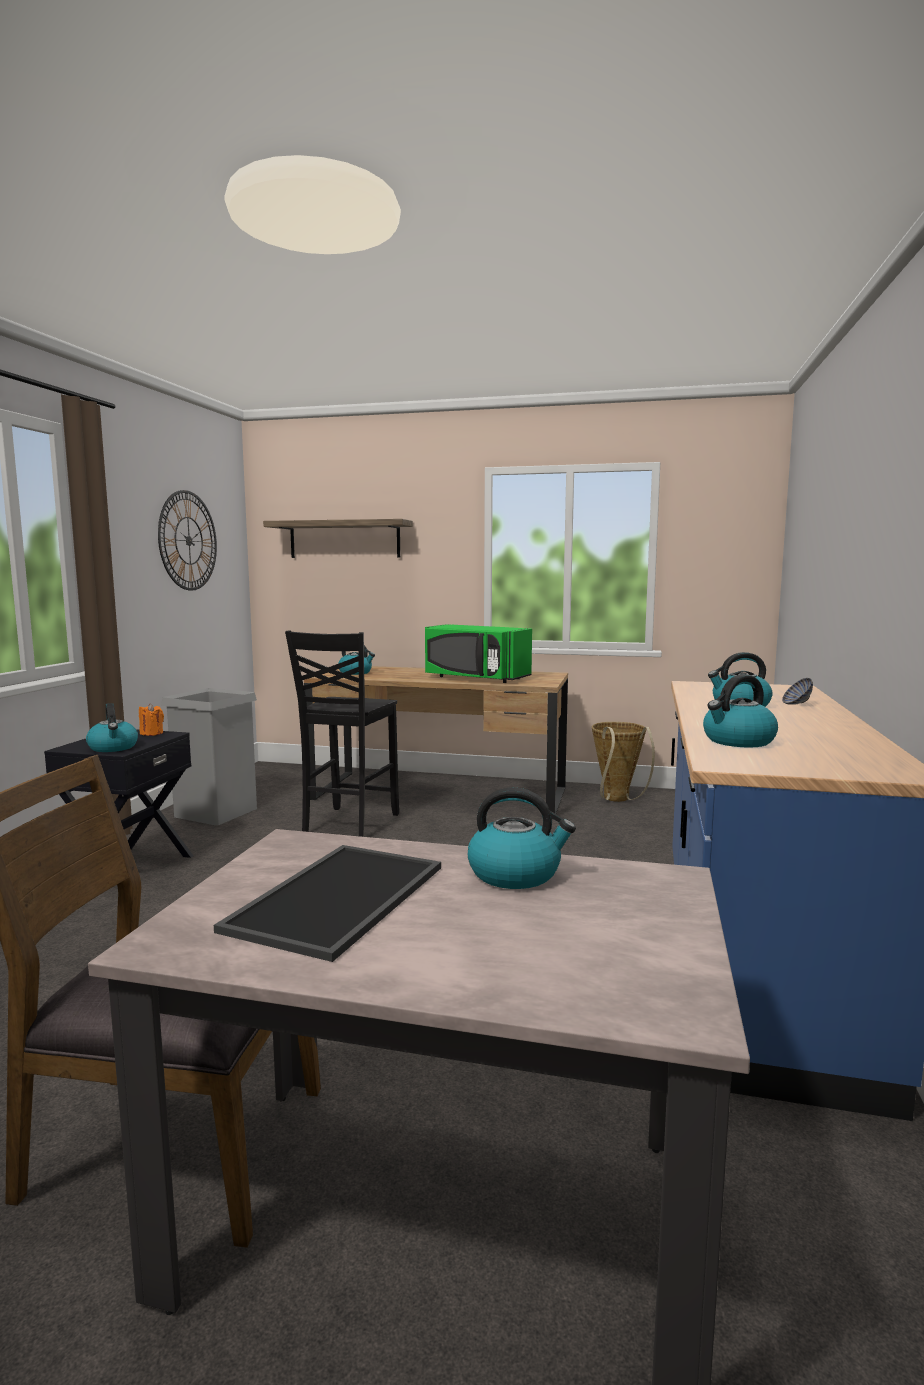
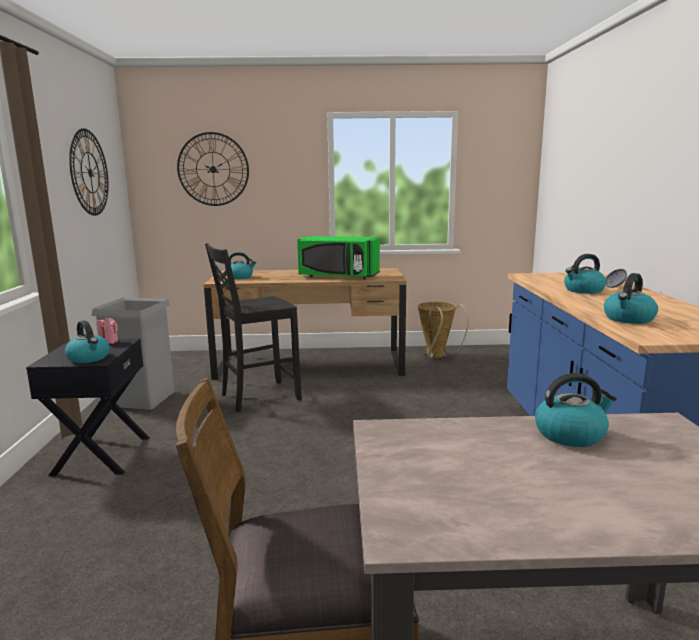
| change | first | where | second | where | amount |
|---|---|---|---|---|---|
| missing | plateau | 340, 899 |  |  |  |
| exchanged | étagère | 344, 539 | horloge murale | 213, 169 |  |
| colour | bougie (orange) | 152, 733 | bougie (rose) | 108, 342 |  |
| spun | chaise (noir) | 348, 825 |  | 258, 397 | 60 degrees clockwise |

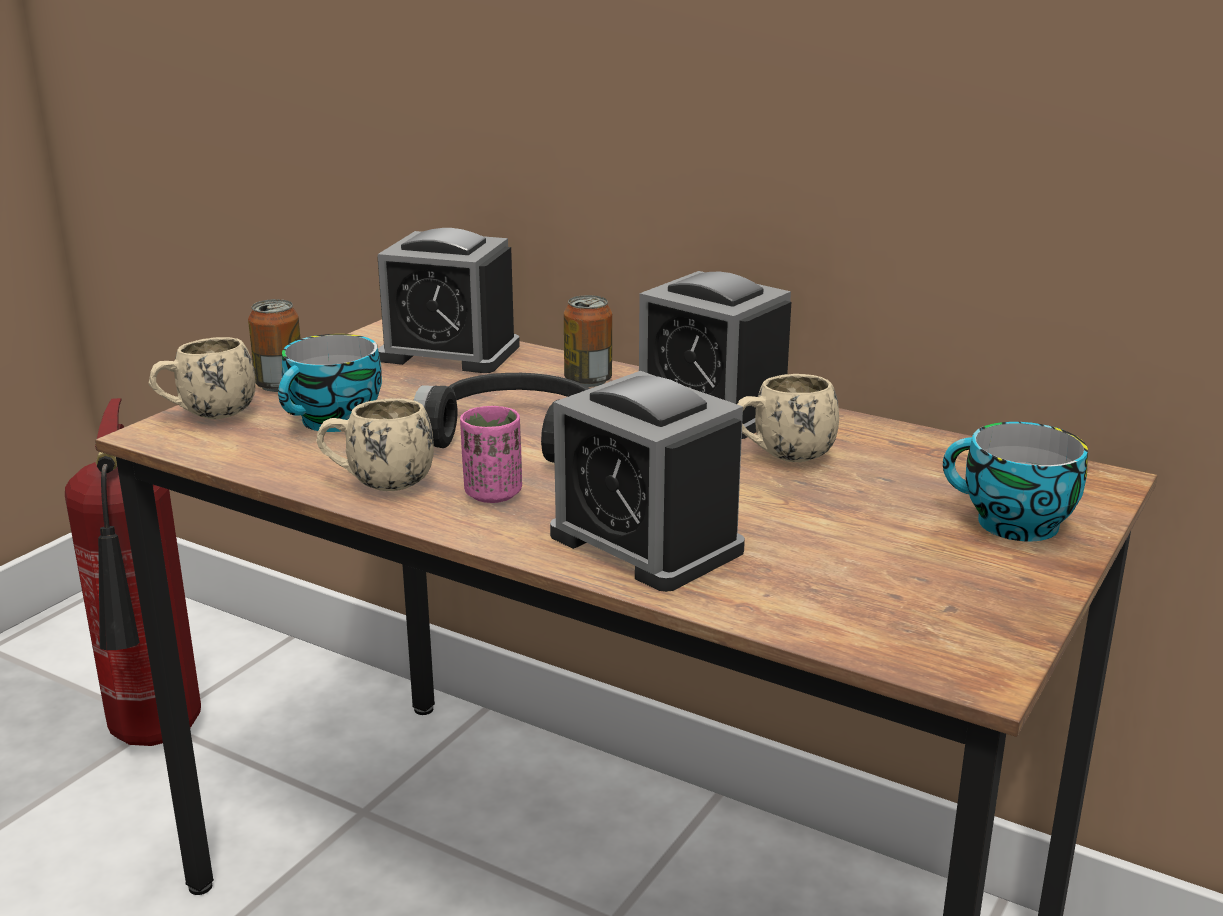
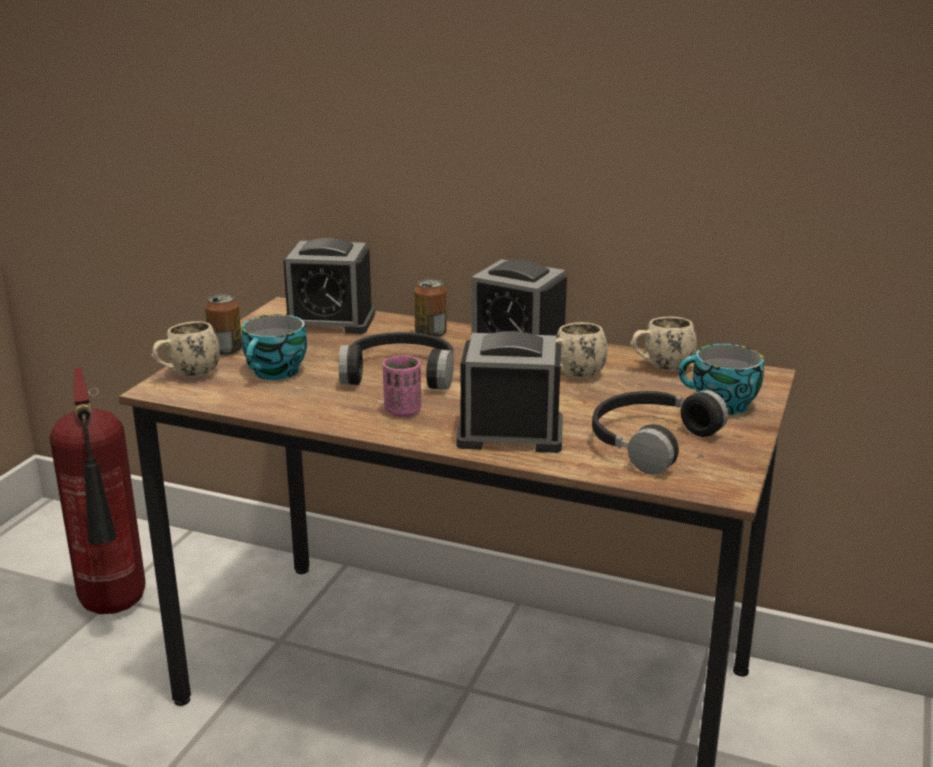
| change | first | where | second | where | amount |
|---|---|---|---|---|---|
| appeared |  |  | casque audio (noir) | 648, 441 |  |
| relocated | mug (beige) | 378, 485 |  | 660, 368 |  |
| spun | réveil | 646, 543 |  | 510, 433 | 150 degrees clockwise |

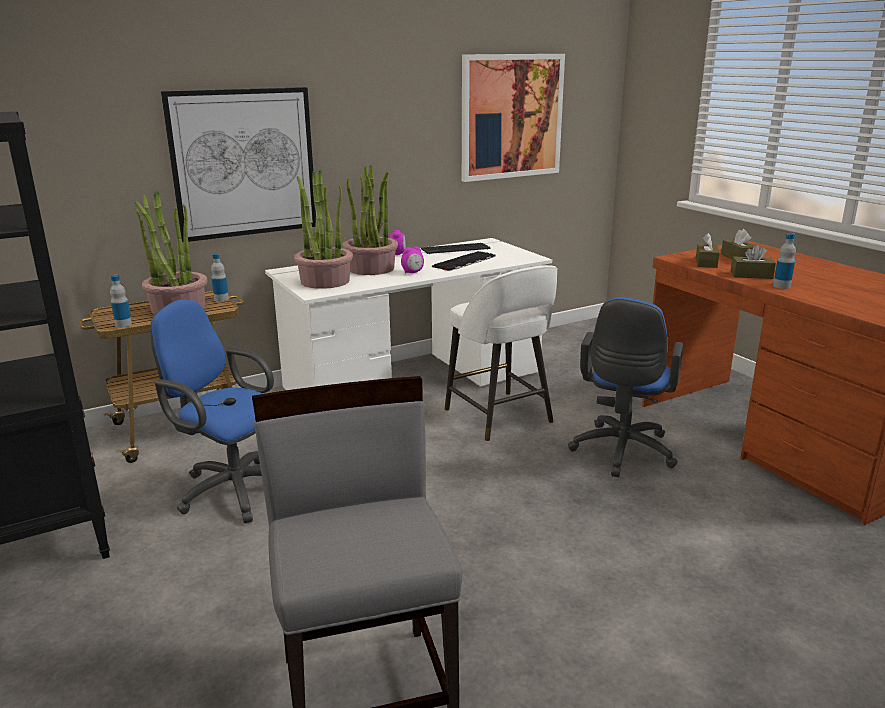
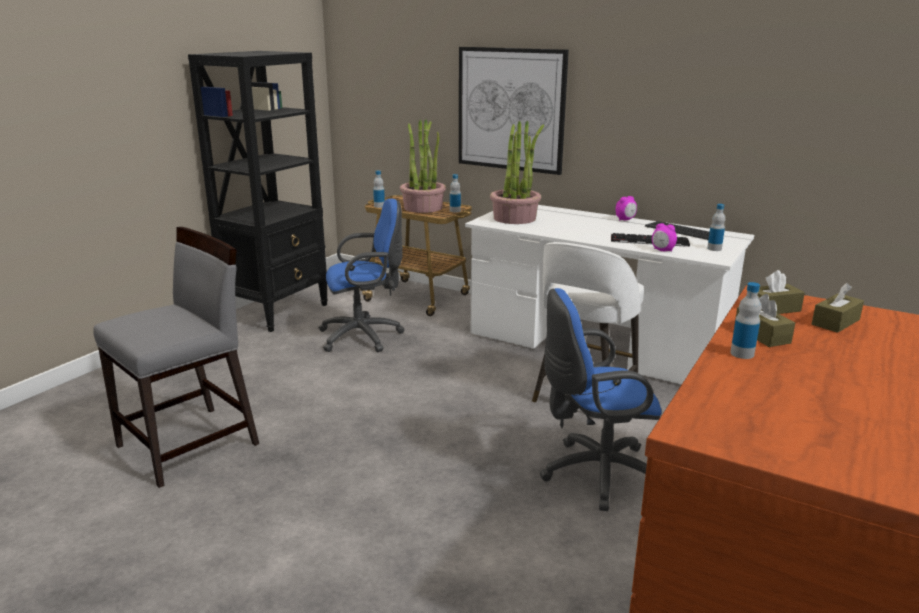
| change | first | where | second | where | amount |
|---|---|---|---|---|---|
| missing | plante en pot | 371, 269 |  |  |  |
| missing | tableau | 511, 117 |  |  |  |
| appeared |  |  | bouteille | 714, 249 |  |
| relocated | réveil | 413, 272 |  | 662, 250 |  |
| spun | chaise de bureau (bleu) | 231, 489 |  | 365, 336 | 75 degrees clockwise |

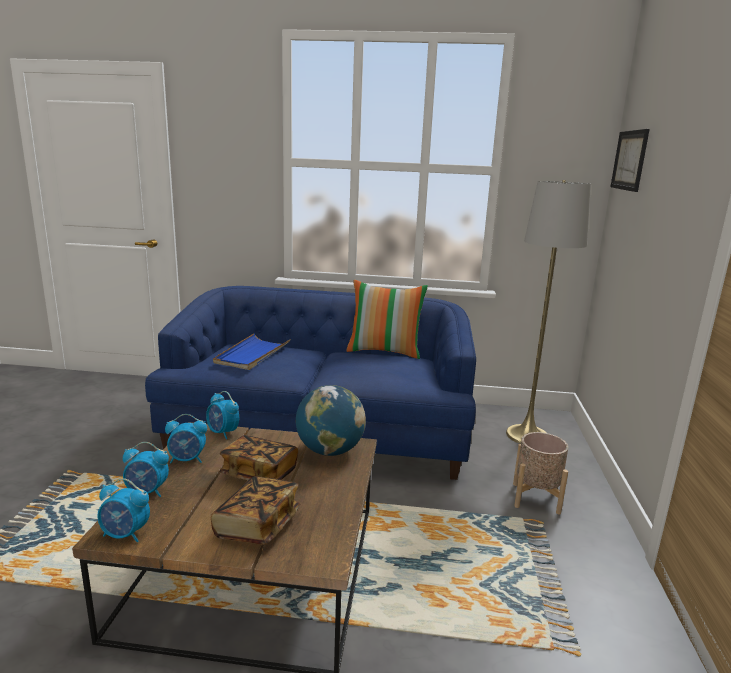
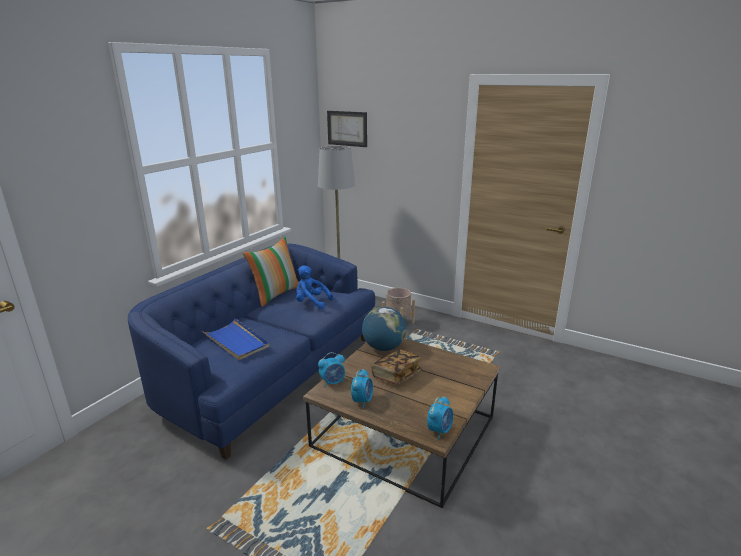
| change | first | where | second | where | amount |
|---|---|---|---|---|---|
| missing | réveil | 147, 492 |  |  |  |
| missing | livre | 257, 525 |  |  |  |
| appeared |  |  | peluche (bleu) | 311, 303 |  |

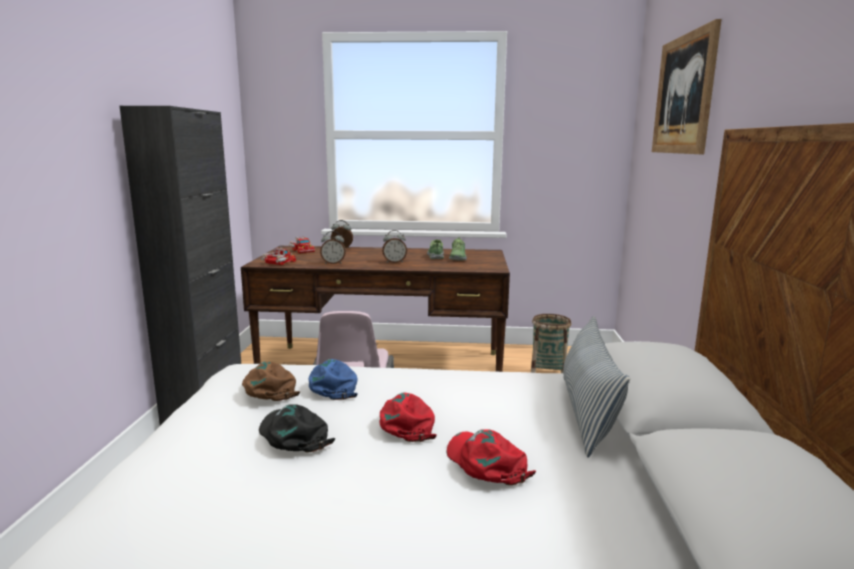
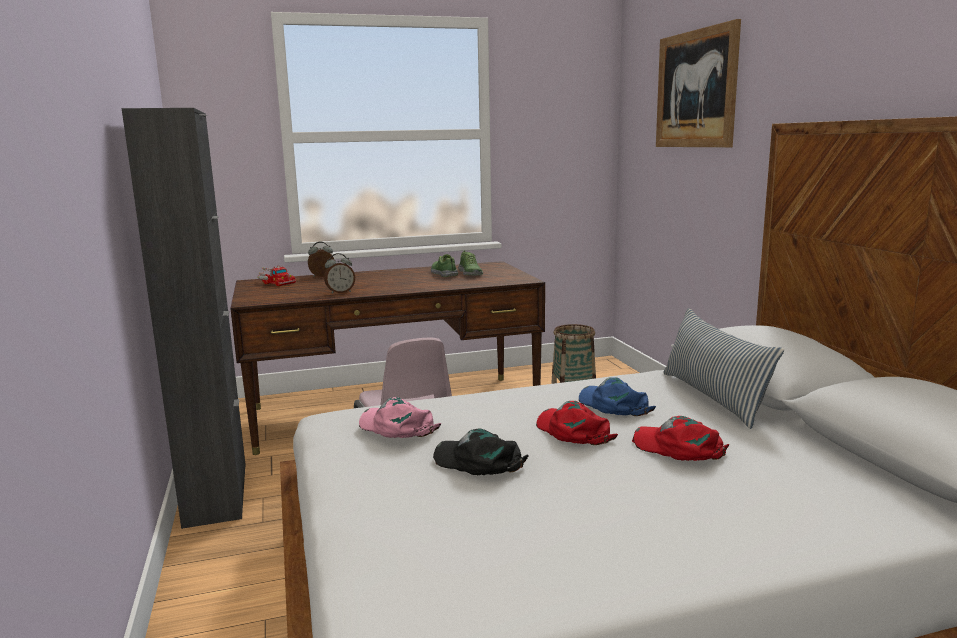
| change | first | where | second | where | amount |
|---|---|---|---|---|---|
| missing | camion jouet | 277, 263 |  |  |  |
| missing | réveil | 394, 262 |  |  |  |
| relocated | casquette (bleu) | 333, 385 |  | 613, 405 |  |
| colour | casquette (marron) | 269, 387 | casquette (rose) | 397, 427 |  |

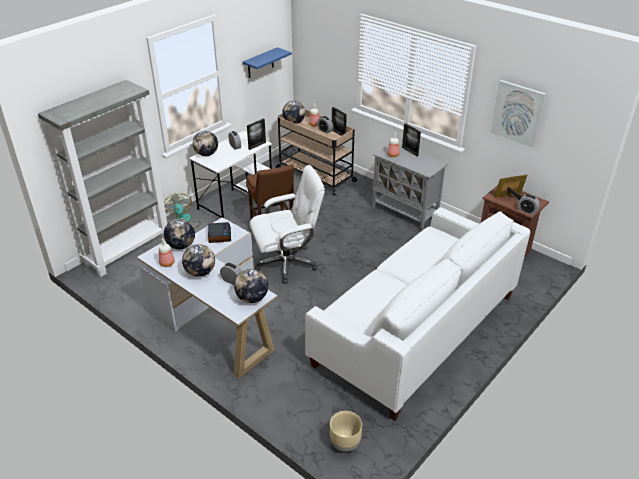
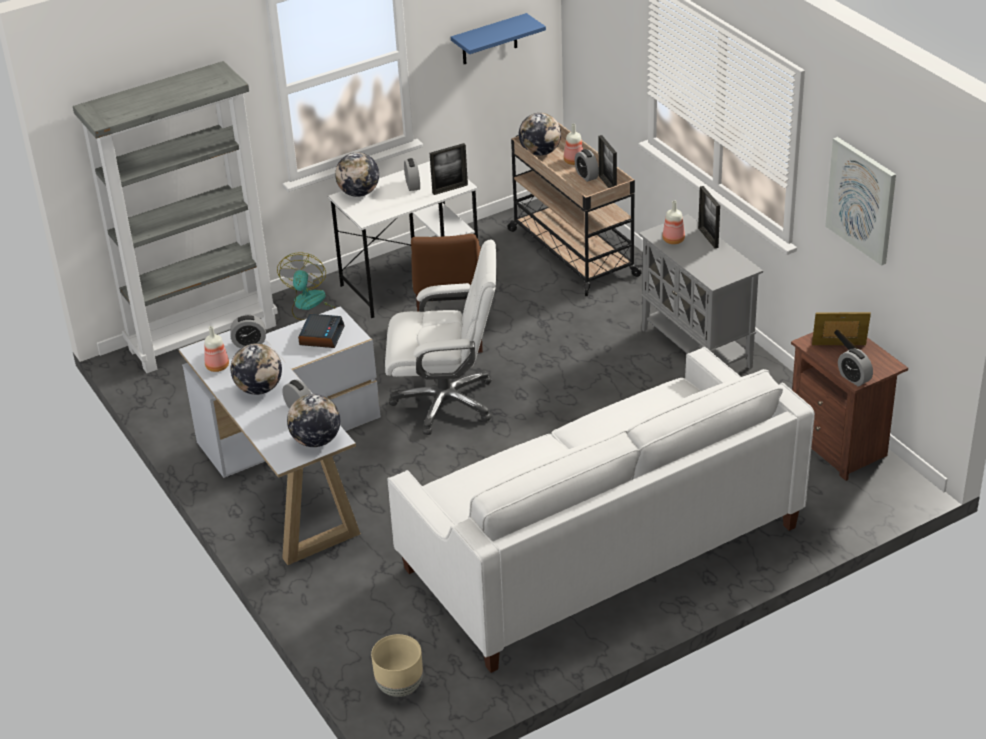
| change | first | where | second | where | amount |
|---|---|---|---|---|---|
| exchanged | globe | 181, 246 | réveil | 249, 343 |  |

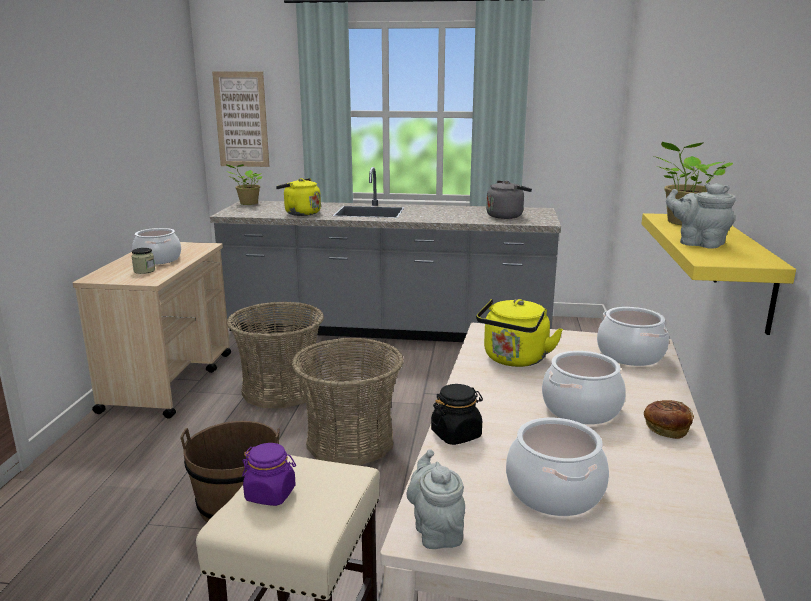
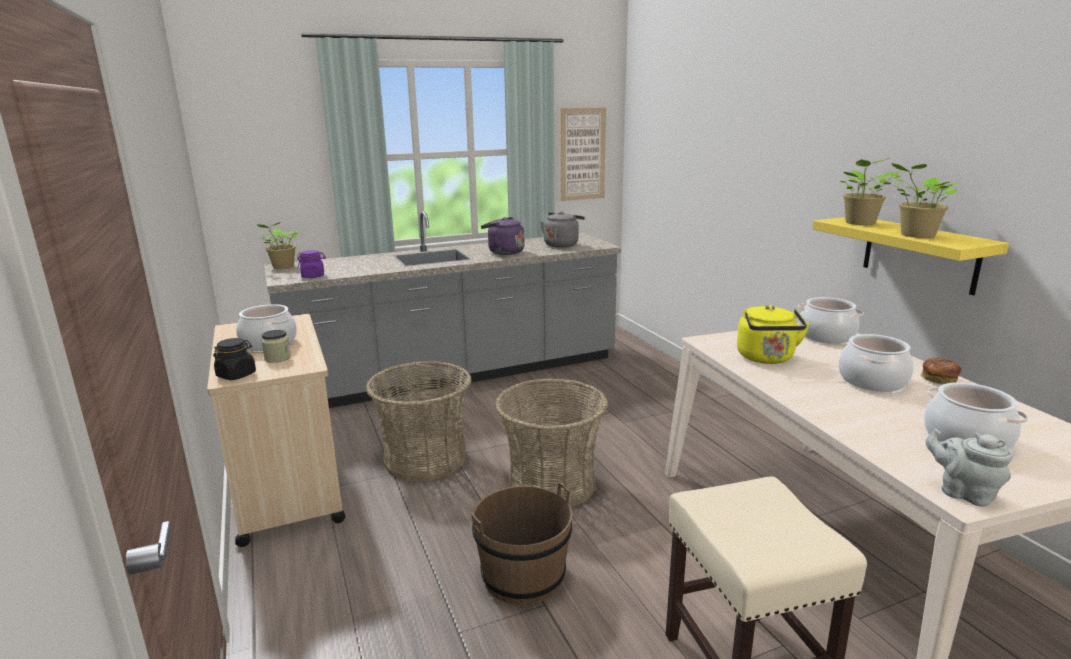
| change | first | where | second | where | amount |
|---|---|---|---|---|---|
| missing | bouilloire (jaune) | 300, 213 |  |  |  |
| appeared |  |  | bouilloire (violet) | 503, 252 |  |
| relocated | tableau | 241, 120 |  | 582, 154 |  |
| relocated | bocal (violet) | 270, 494 |  | 313, 276 |  |
| relocated | bocal (noir) | 456, 434 |  | 236, 375 |  |
| exchanged | théière (gris) | 698, 243 | plante en pot | 915, 235 |  |

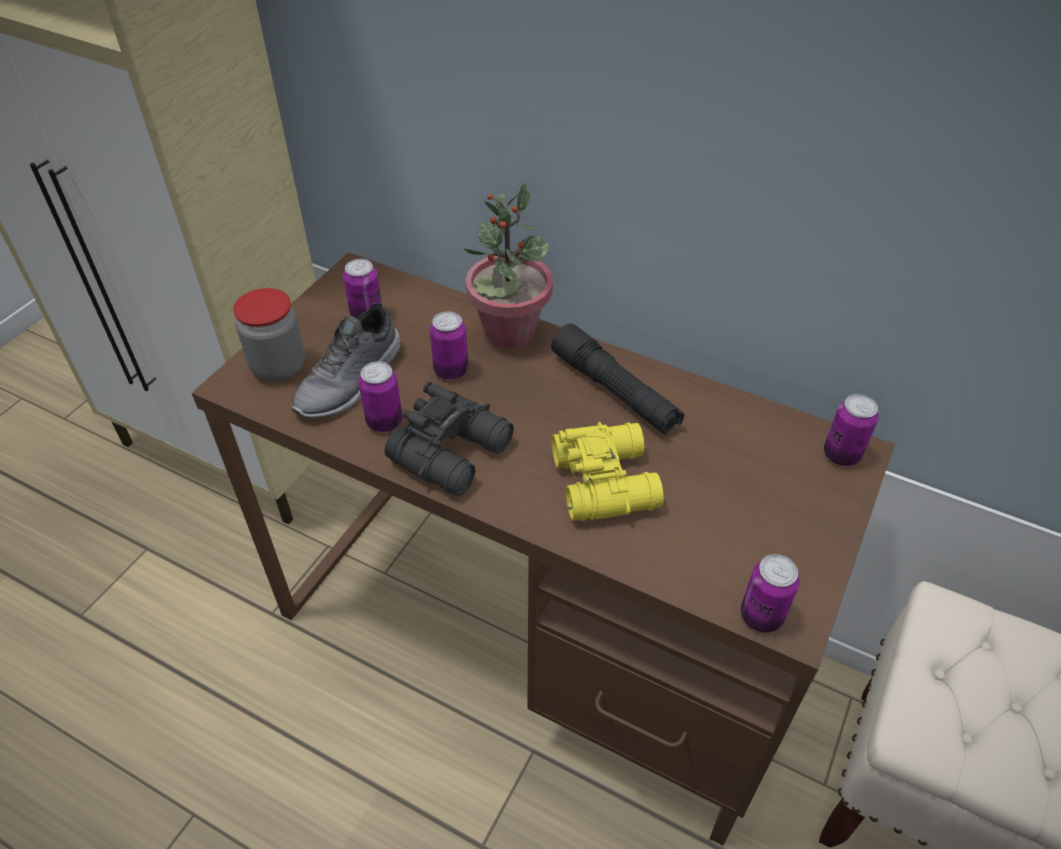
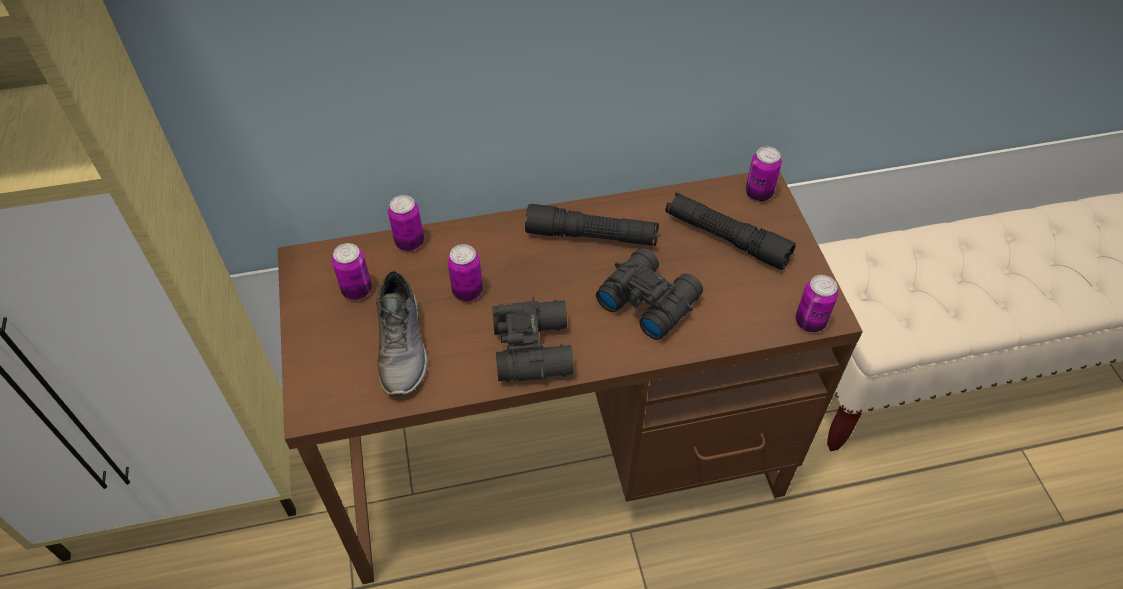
| change | first | where | second | where | amount |
|---|---|---|---|---|---|
| missing | bocal | 279, 367 |  |  |  |
| missing | plante en pot | 509, 332 |  |  |  |
| appeared |  |  | lampe de poche (noir) | 726, 238 |  |
| relocated | boîte métallique | 384, 422 |  | 409, 242 |  |
| colour | jumelles (jaune) | 606, 480 | jumelles (noir) | 648, 299 |  |

